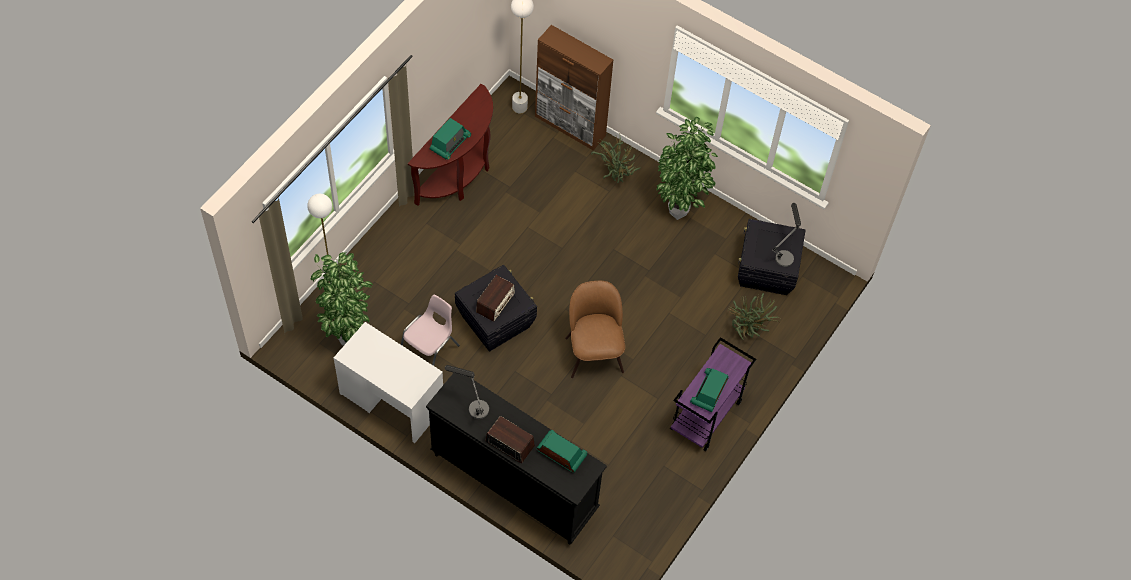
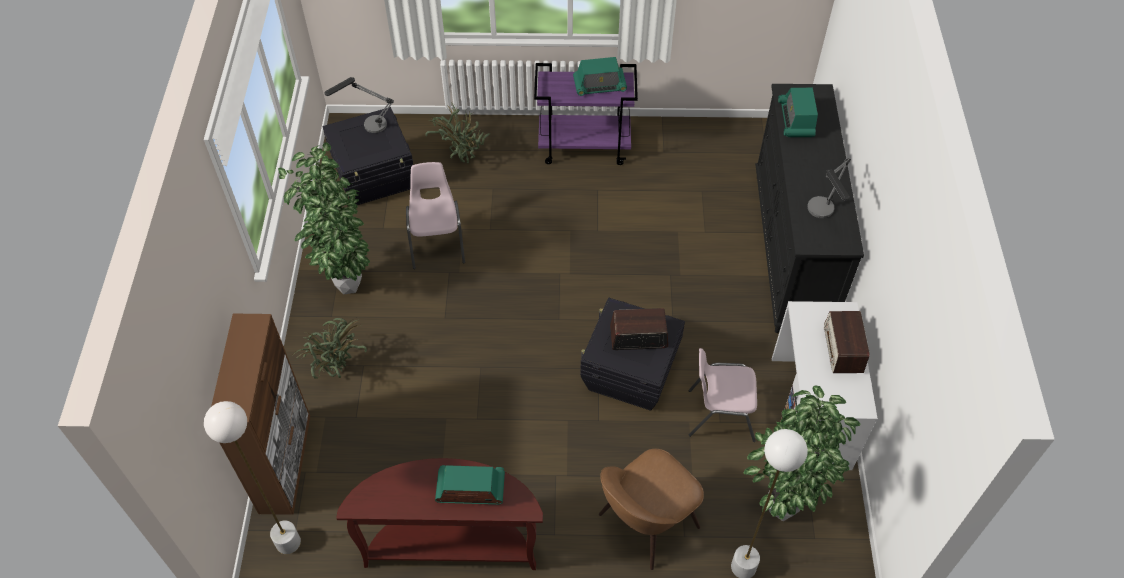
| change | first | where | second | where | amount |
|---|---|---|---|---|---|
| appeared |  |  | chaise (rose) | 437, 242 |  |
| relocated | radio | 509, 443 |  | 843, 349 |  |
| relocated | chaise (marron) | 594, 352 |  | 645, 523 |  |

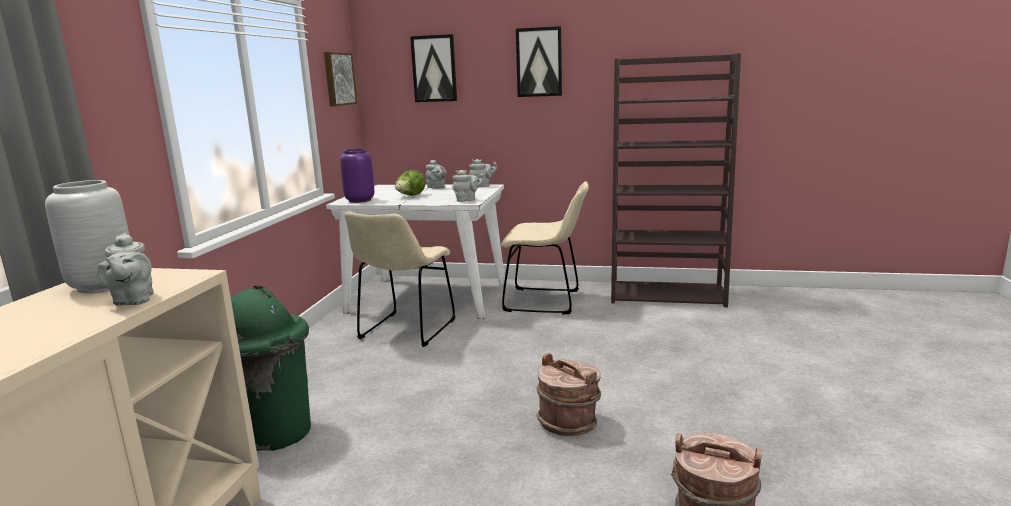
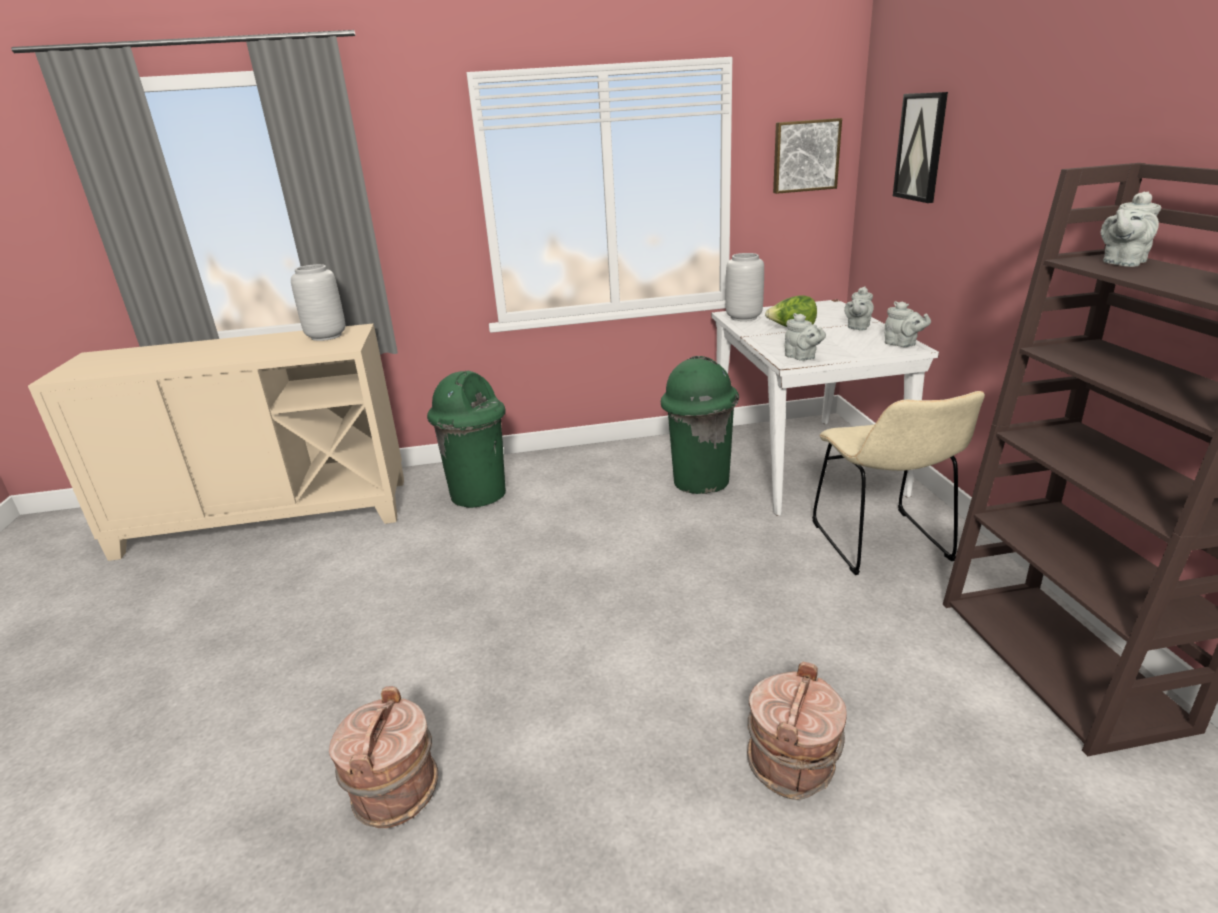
| change | first | where | second | where | amount |
|---|---|---|---|---|---|
| missing | tableau | 539, 62 |  |  |  |
| relocated | théière (gris) | 133, 301 |  | 1122, 263 |  |
| relocated | seau (marron) | 568, 422 |  | 792, 766 |  |
| exchanged | chaise (beige) | 405, 331 | poubelle (vert) | 699, 481 |  |
| colour | vase (violet) | 360, 200 | vase (gris) | 743, 317 |  |

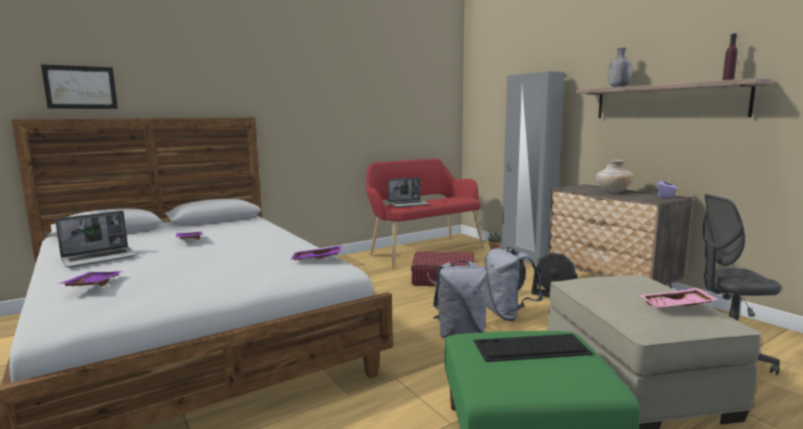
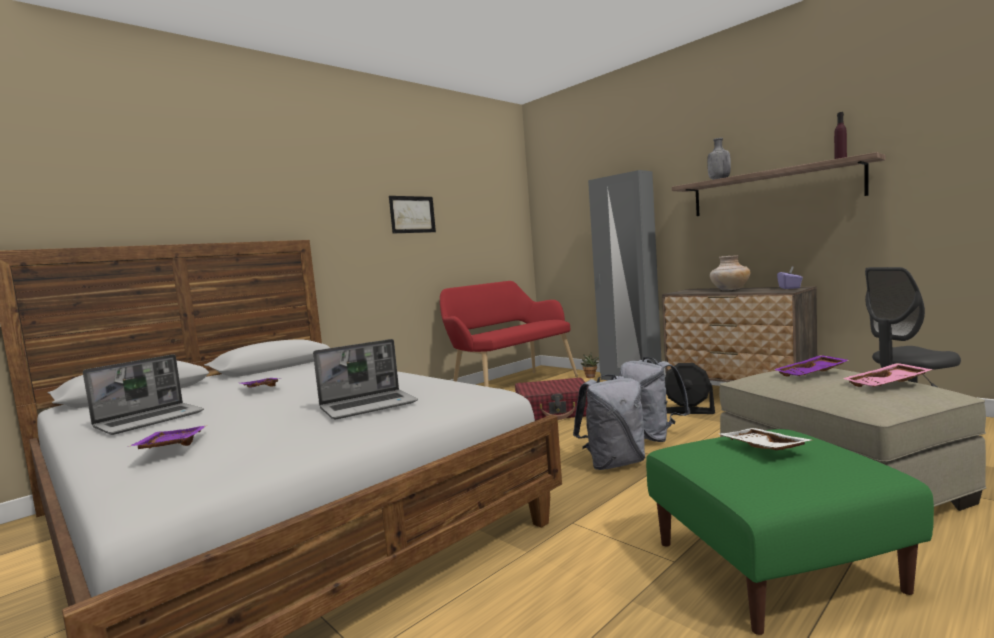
| change | first | where | second | where | amount |
|---|---|---|---|---|---|
| relocated | tableau | 80, 87 |  | 412, 214 |  |
| relocated | plateau (violet) | 317, 259 |  | 812, 374 |  |
| relocated | ordinateur portable | 408, 204 |  | 369, 406 |  |
| exchanged | clavier | 530, 347 | plateau (blanc) | 762, 448 |  |

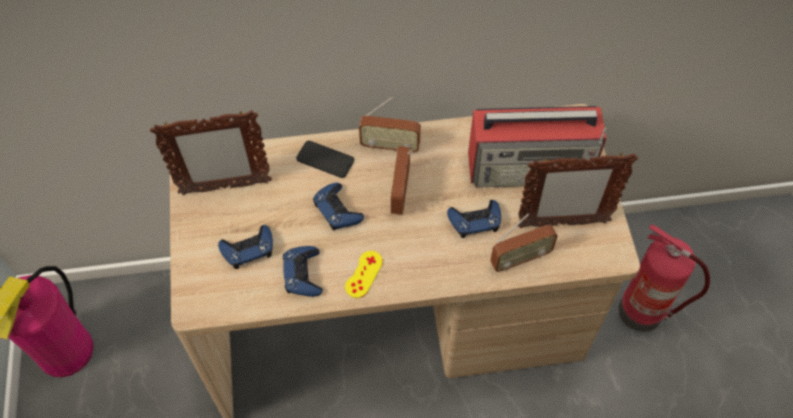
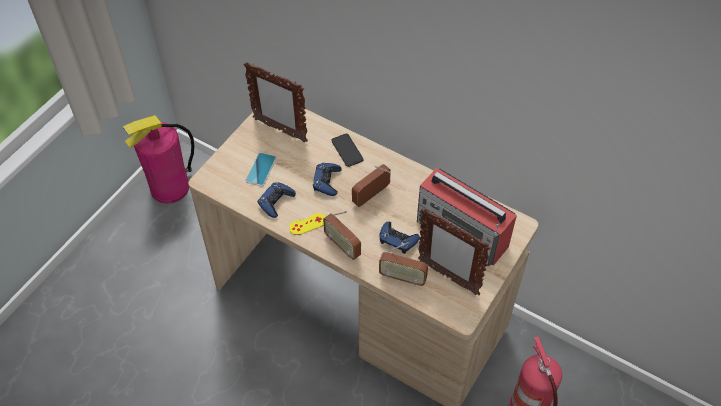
| change | first | where | second | where | amount |
|---|---|---|---|---|---|
| relocated | radio | 390, 146 |  | 342, 246 |  |
| exchanged | manette (bleu) | 248, 249 | téléphone | 261, 169 |  |

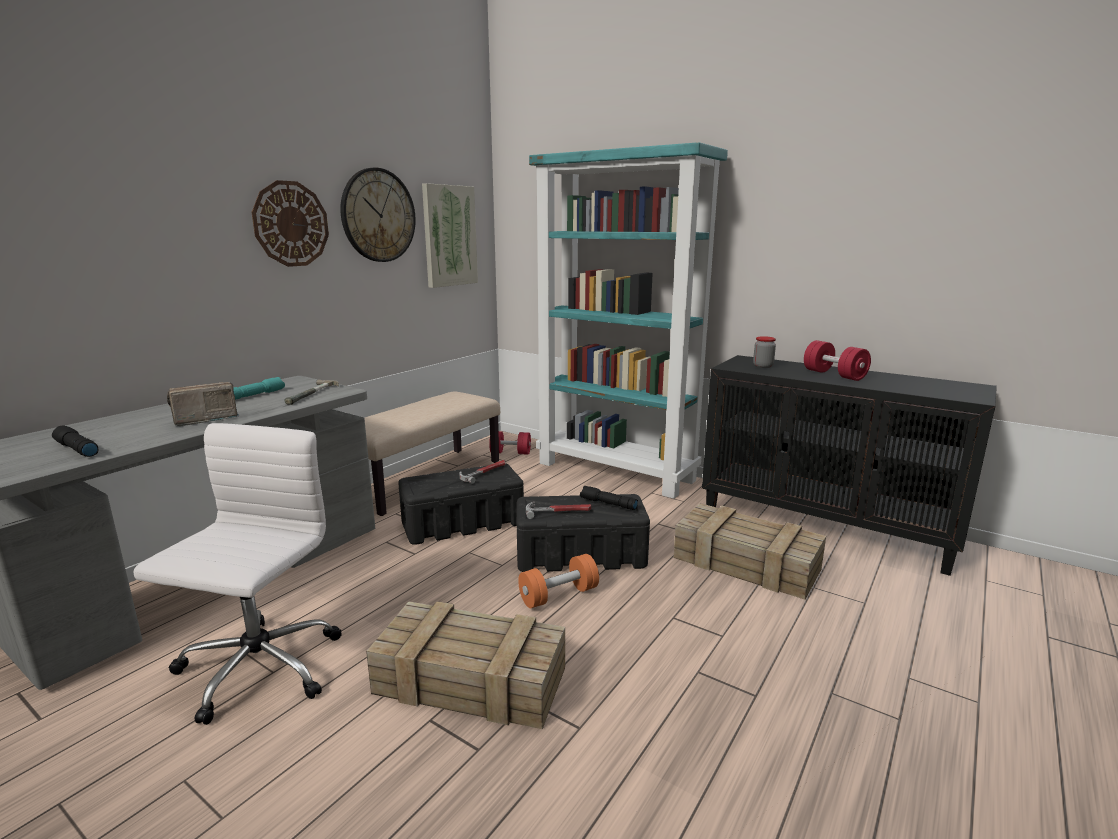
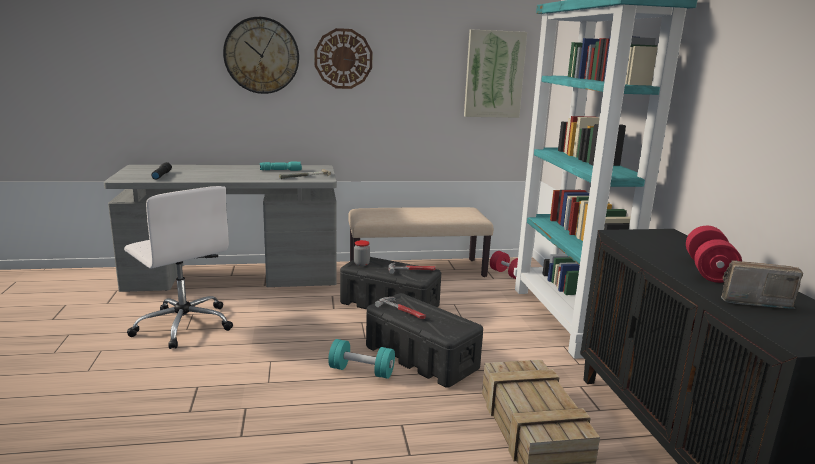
| change | first | where | second | where | amount |
|---|---|---|---|---|---|
| missing | caisse | 473, 680 |  |  |  |
| missing | lampe de poche (noir) | 607, 504 |  |  |  |
| relocated | radio | 204, 419 |  | 750, 300 |  |
| relocated | horloge murale | 378, 215 |  | 261, 55 |  |
| relocated | bocal | 763, 366 |  | 361, 264 |  |
| colour | haltère (orange) | 559, 595 | haltère (turquoise) | 361, 371 |  |
| spun | chaise de bureau (blanc) | 257, 670 |  | 183, 325 | 75 degrees clockwise |

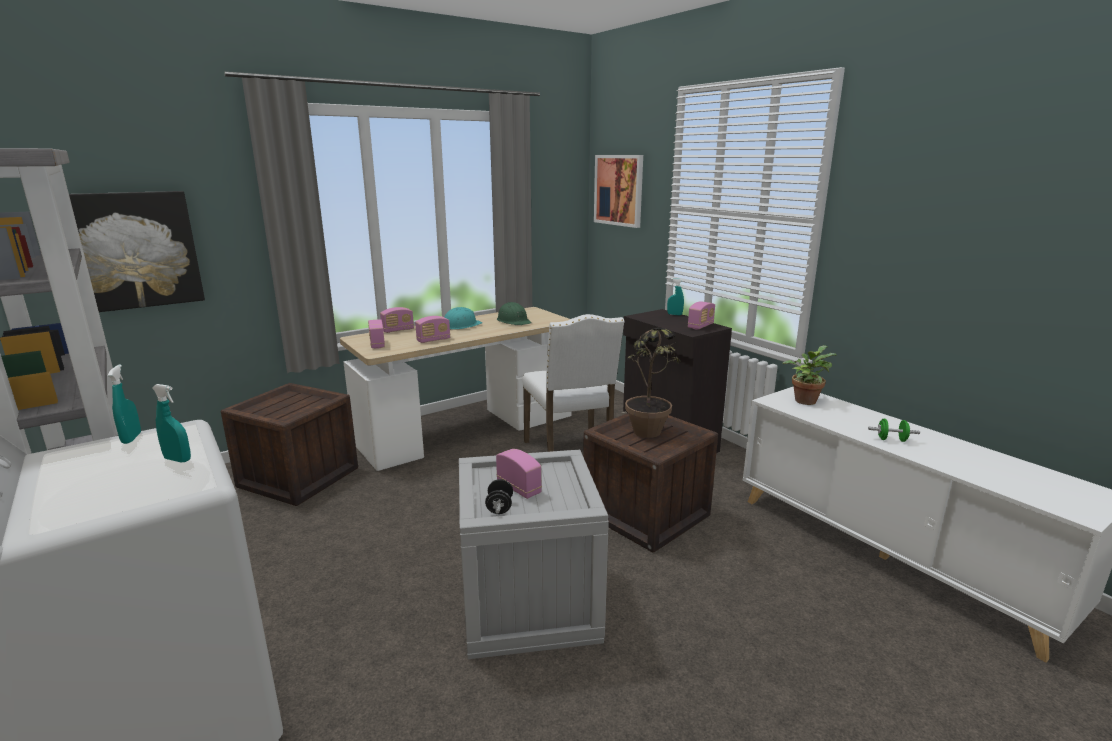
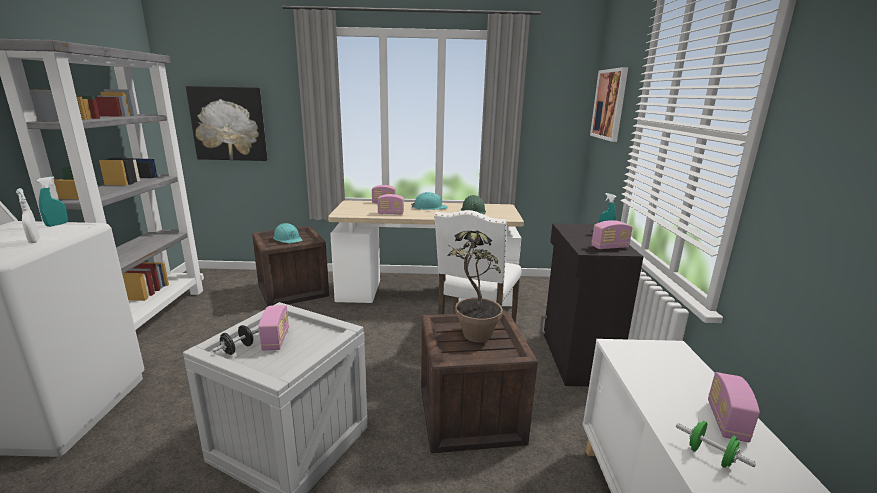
| change | first | where | second | where | amount |
|---|---|---|---|---|---|
| missing | plante en pot | 805, 400 |  |  |  |
| appeared |  |  | casque de chantier (turquoise) | 288, 239 |  |
| relocated | radio | 377, 344 |  | 726, 421 |  |
| colour | vaporisateur (turquoise) | 177, 459 | vaporisateur (blanc) | 34, 241 |  |

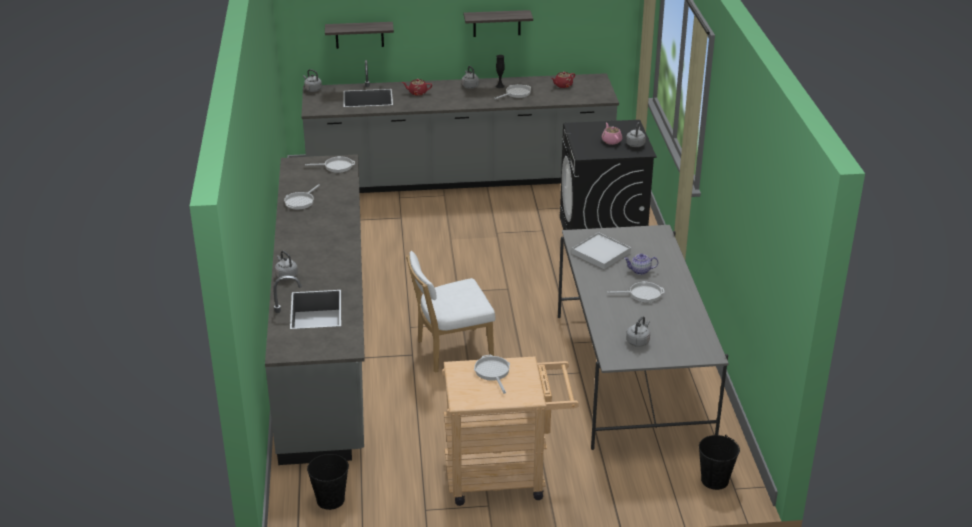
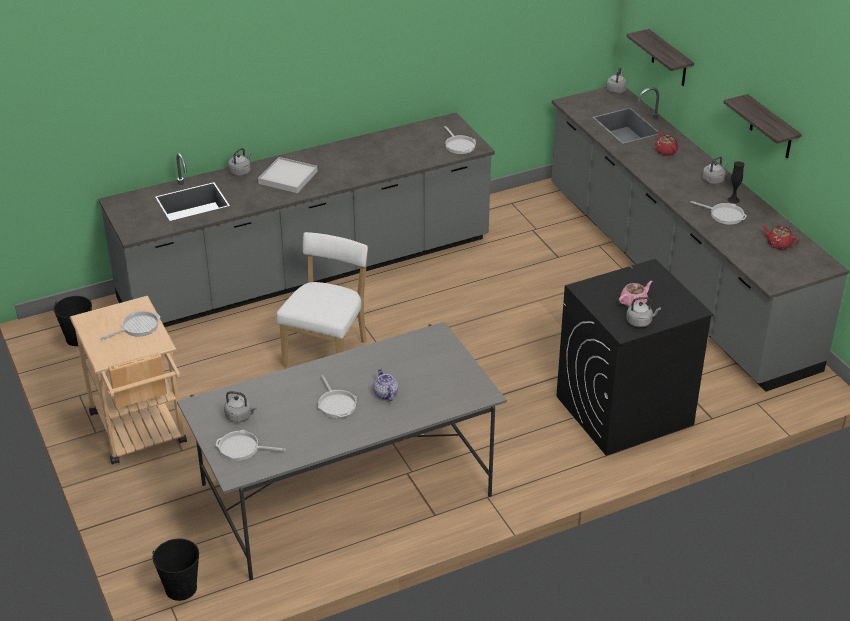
| change | first | where | second | where | amount |
|---|---|---|---|---|---|
| relocated | poêle | 300, 201 |  | 242, 448 |  |
| relocated | plateau (blanc) | 601, 253 |  | 288, 177 |  |
| spun | chaise (blanc) | 451, 351 |  | 327, 351 | 60 degrees clockwise |

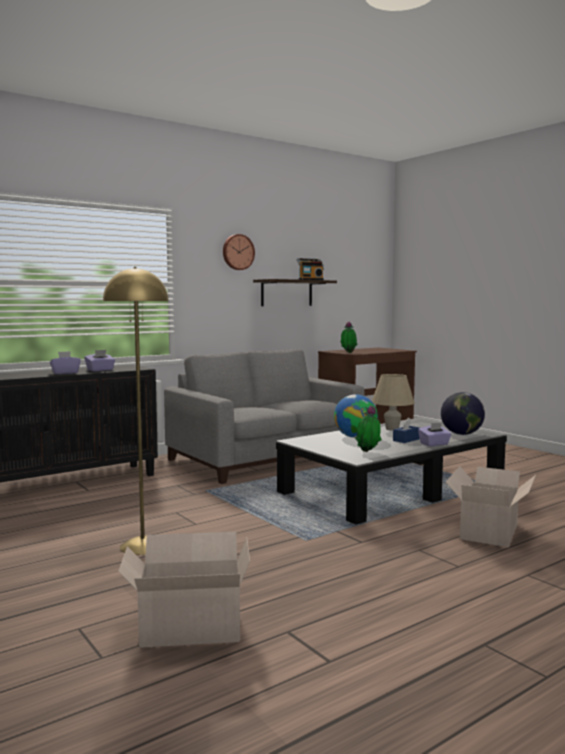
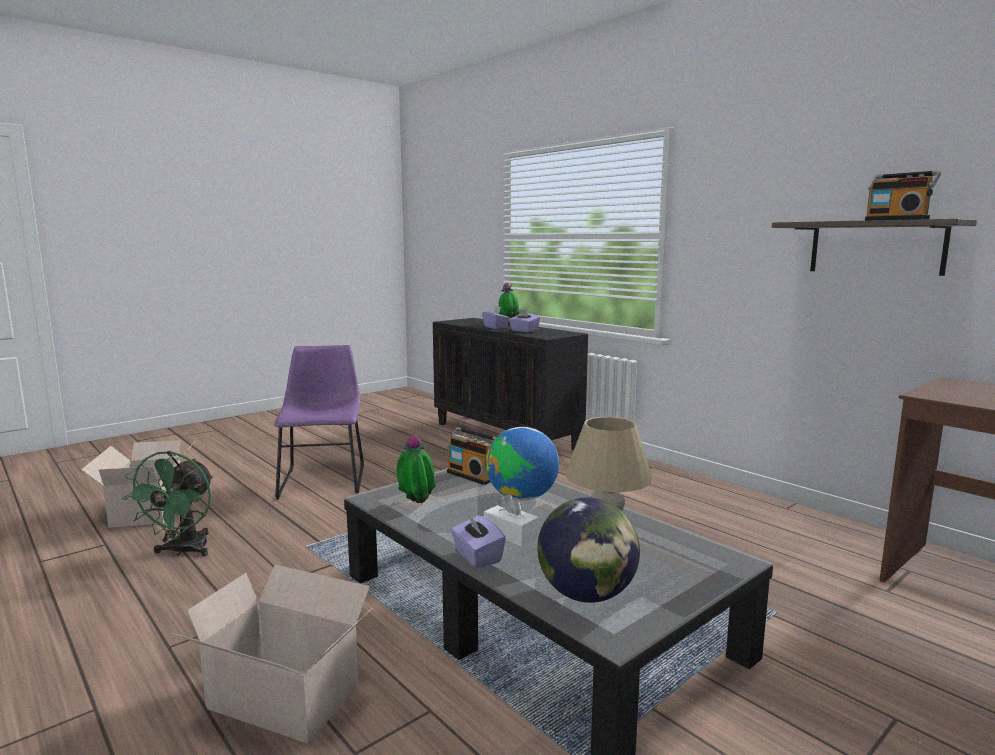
| change | first | where | second | where | amount |
|---|---|---|---|---|---|
| missing | canapé (gris) | 266, 458 |  |  |  |
| missing | horloge murale | 237, 252 |  |  |  |
| appeared |  |  | ventilateur (vert) | 183, 551 |  |
| appeared |  |  | radio | 472, 476 |  |
| relocated | plante en pot | 348, 353 |  | 508, 324 |  |
| exchanged | lampadaire (jaune) | 142, 545 | chaise (violet) | 323, 479 |  |
| colour | boîte à mouchoirs (bleu) | 406, 440 | boîte à mouchoirs (blanc) | 511, 534 |  |

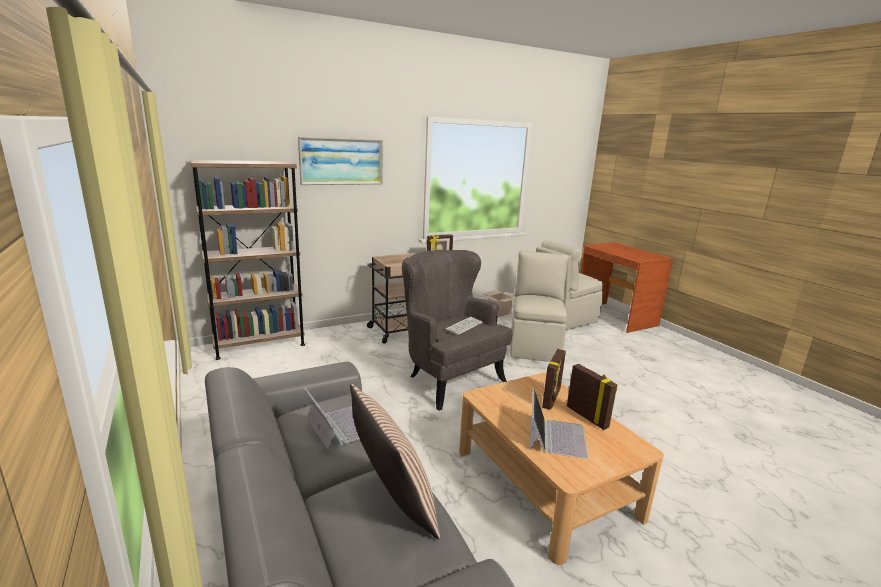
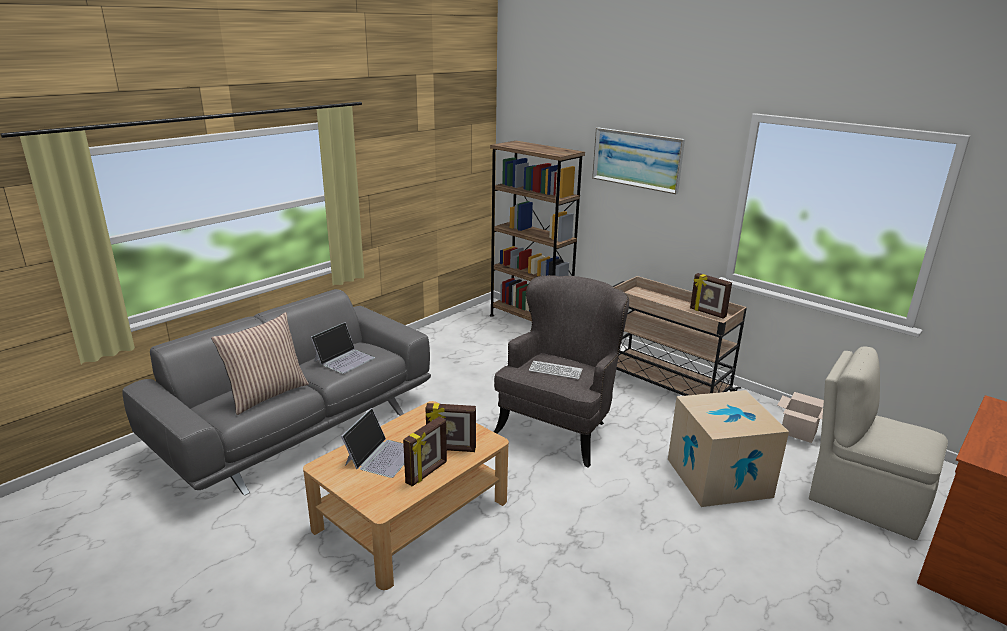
| change | first | where | second | where | amount |
|---|---|---|---|---|---|
| exchanged | chaise (beige) | 534, 346 | carton | 718, 477 |  |
| spun | ordinateur portable | 555, 436 |  | 381, 455 | 60 degrees counterclockwise |

